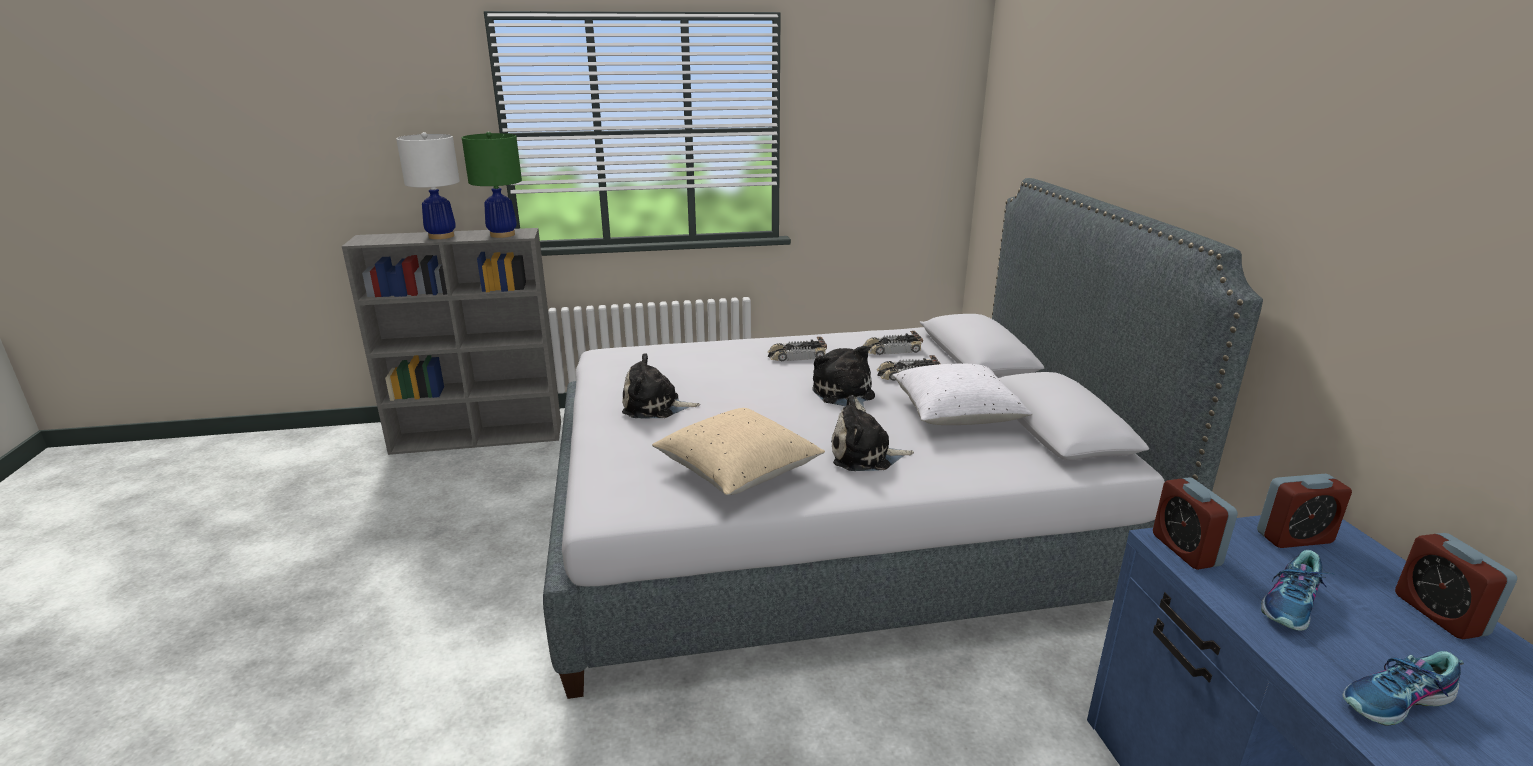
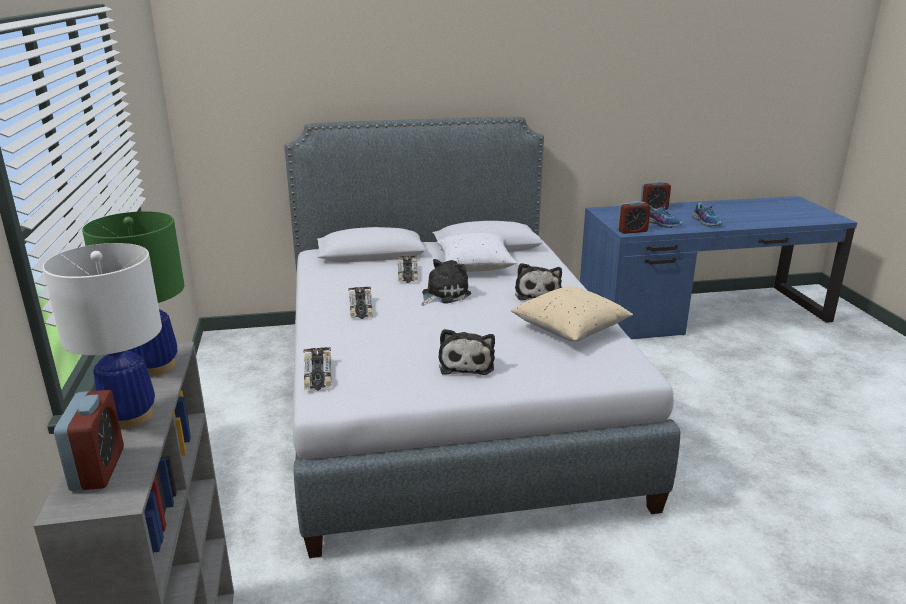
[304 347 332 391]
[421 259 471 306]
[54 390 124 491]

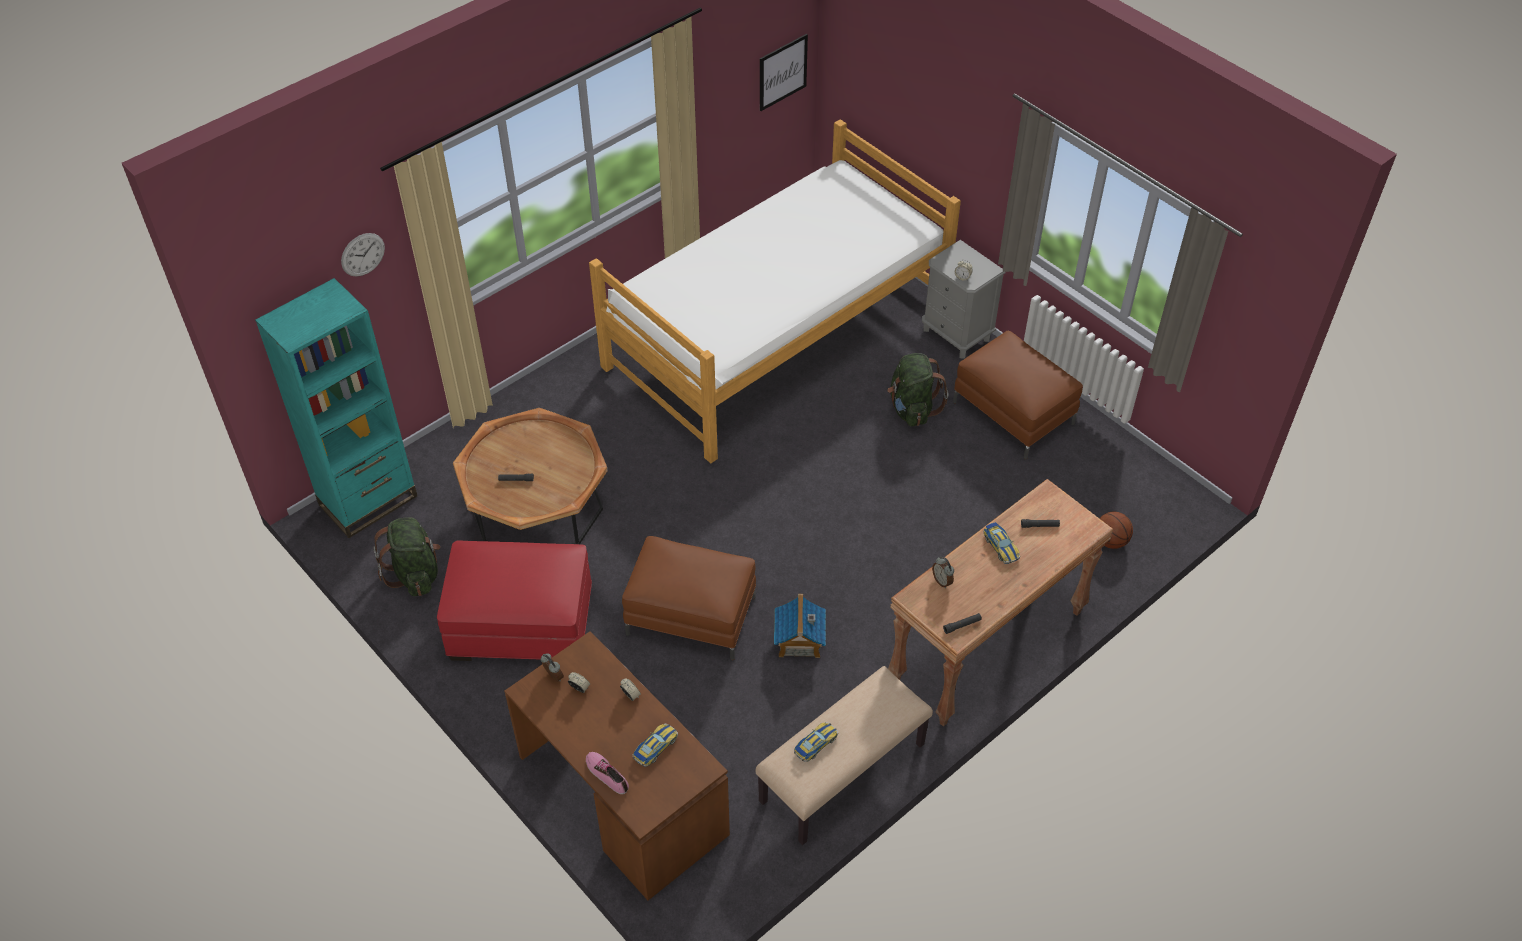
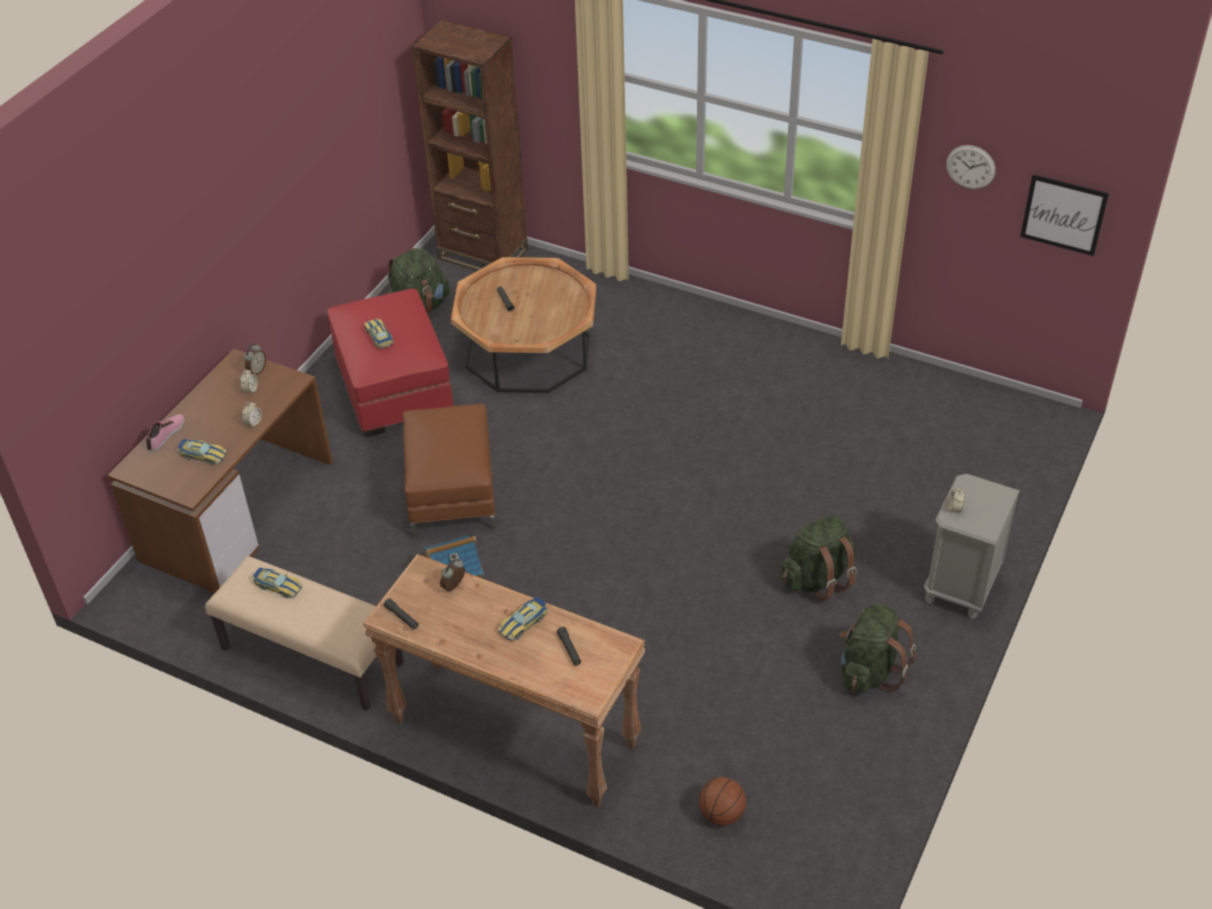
[589 119 961 463] (first image)
[946 145 995 189]
[412 20 528 271]
[840 603 916 694]
[364 319 394 349]

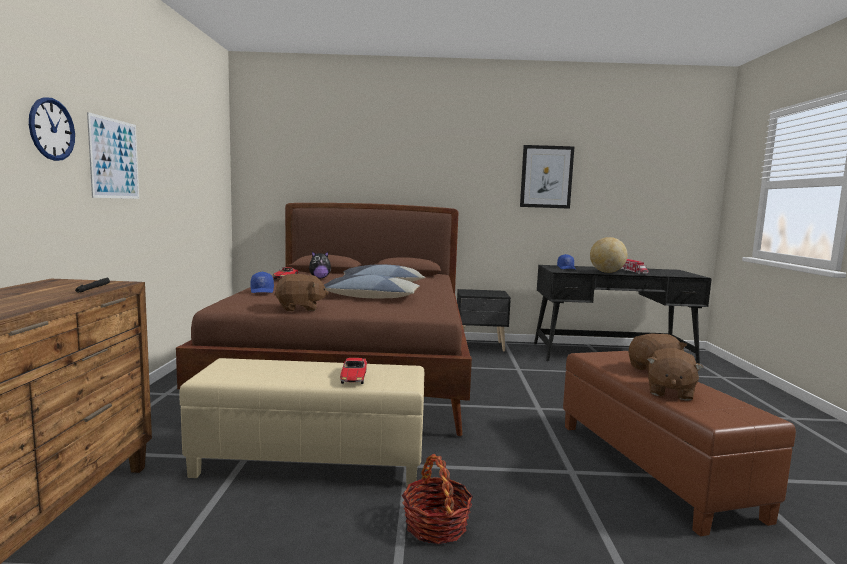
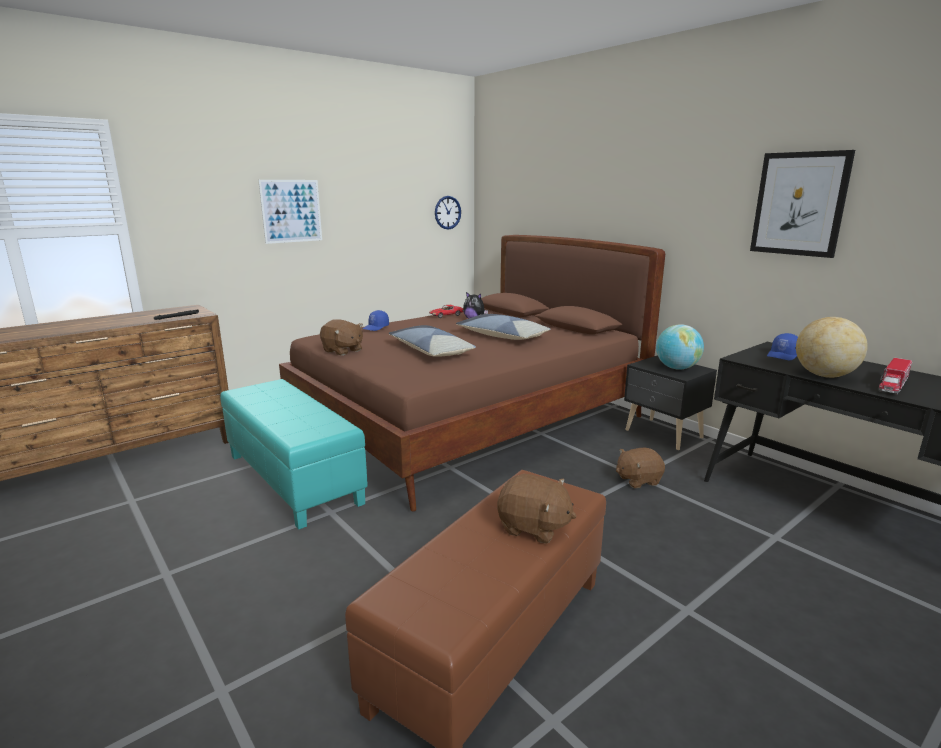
[435 196 461 230]
[616 448 665 488]
[220 379 368 529]
[340 358 367 384] (first image)
[402 454 473 544] (first image)
[656 324 704 370]

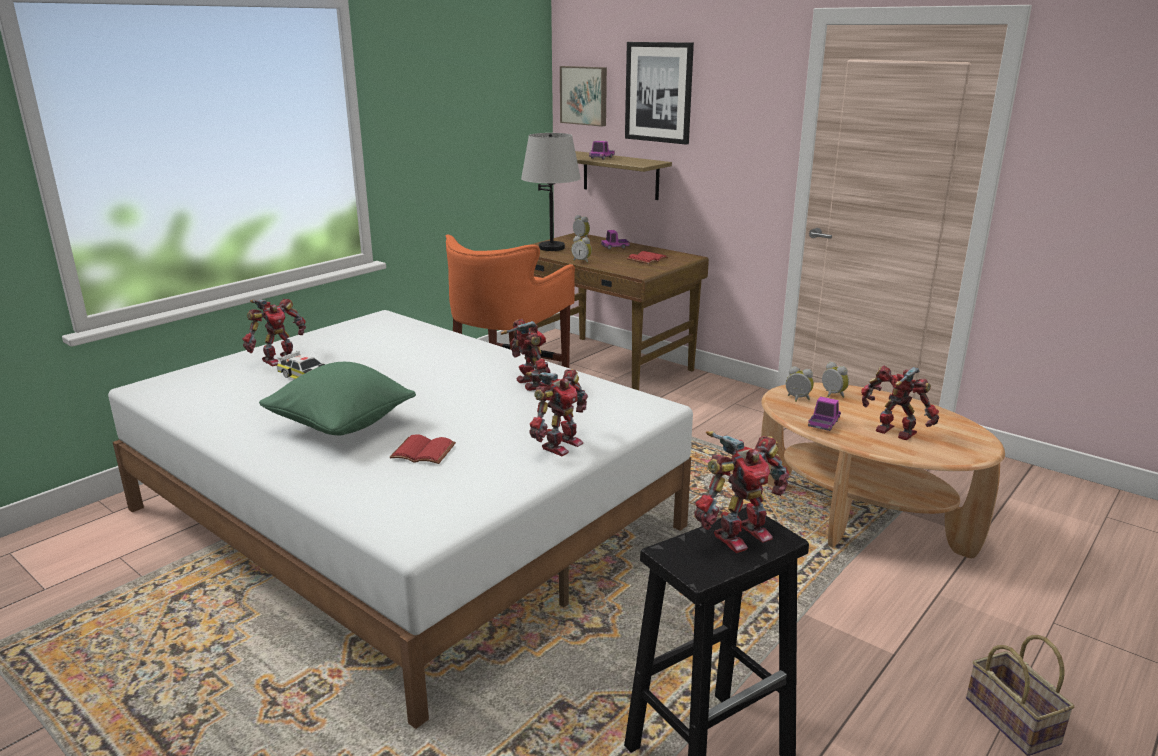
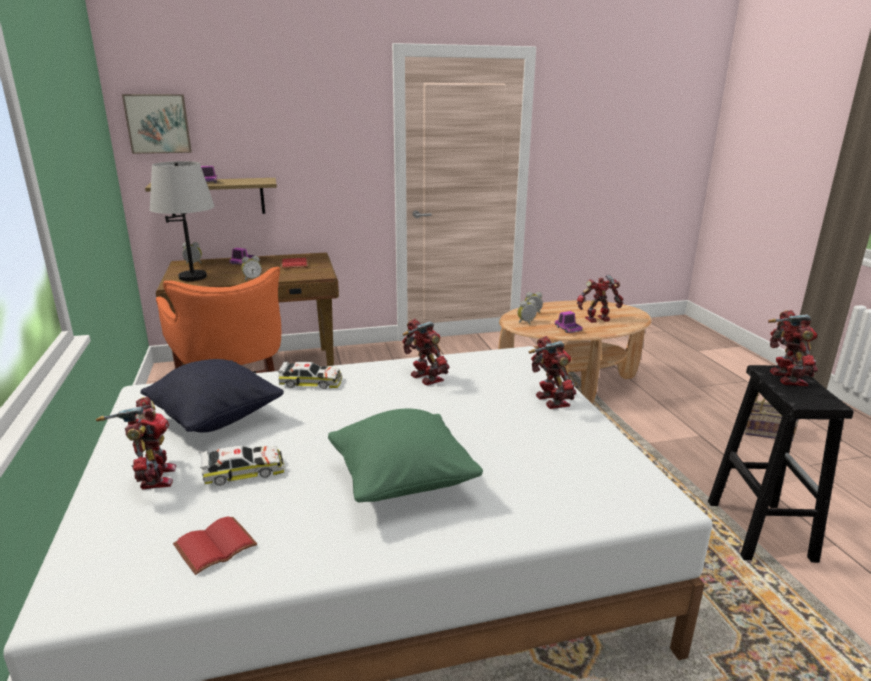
[625 42 694 145] (first image)
[402 319 450 385]
[173 516 257 575]
[140 359 284 432]
[277 361 342 389]

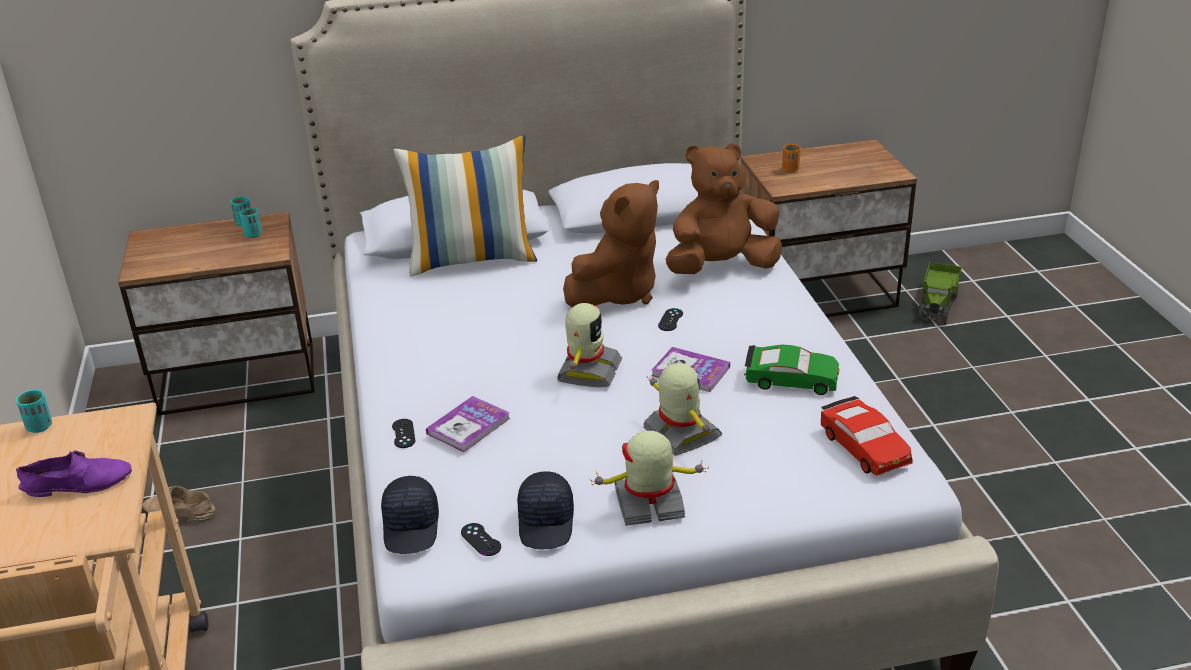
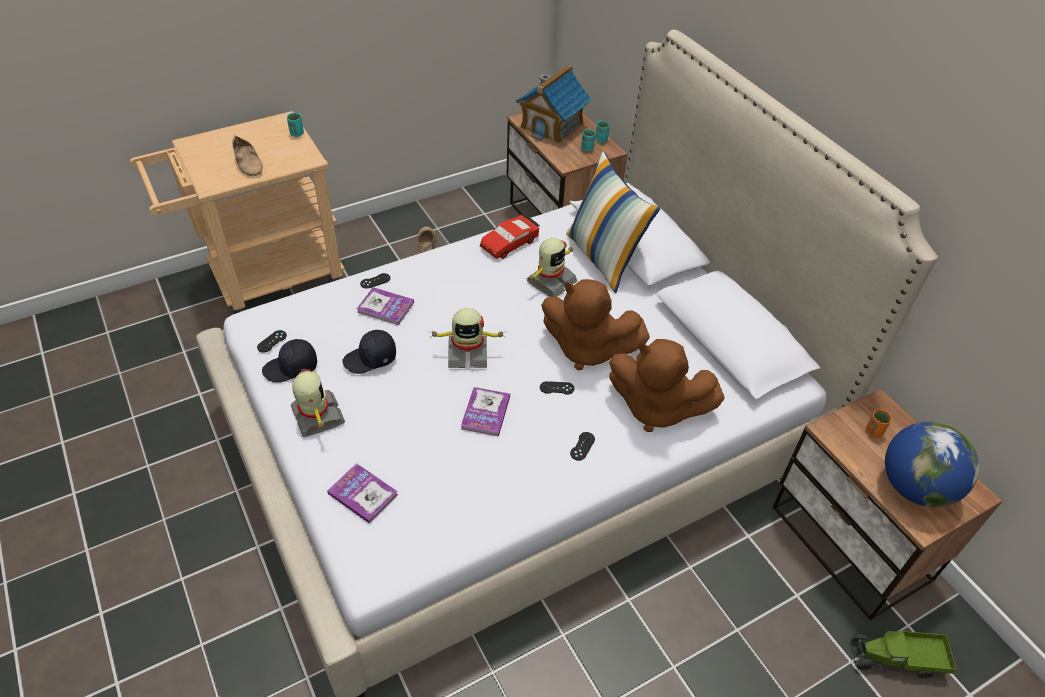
[609 339 725 432]
[744 344 839 395] (first image)
[526 238 577 297]
[480 214 540 259]
[232 135 263 176]
[342 330 396 374]
[516 65 592 144]
[885 422 979 507]
[570 432 595 461]
[327 463 398 524]

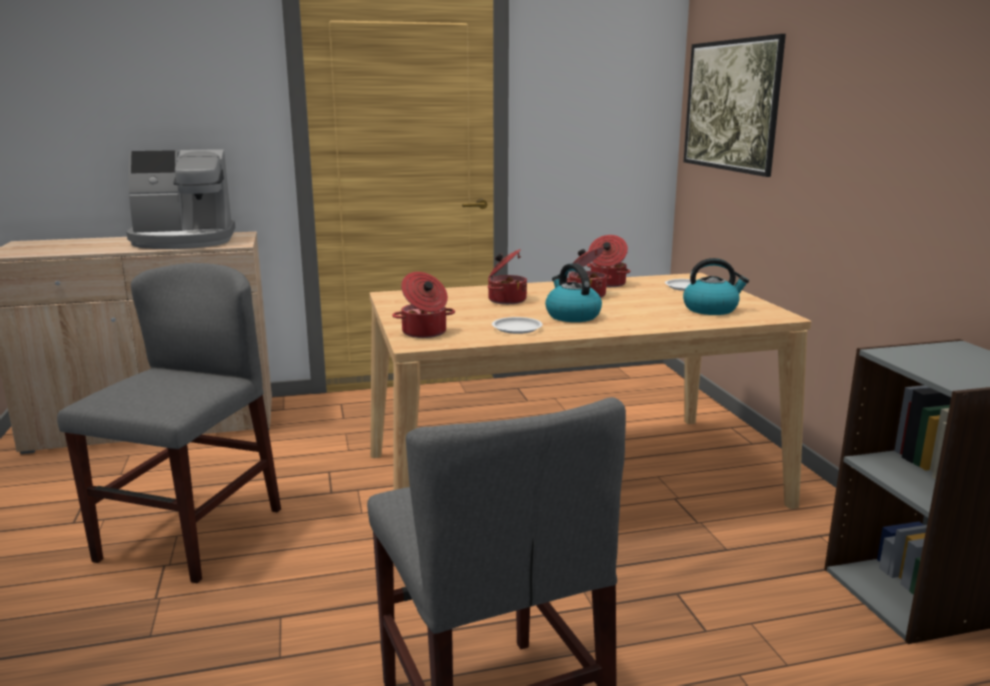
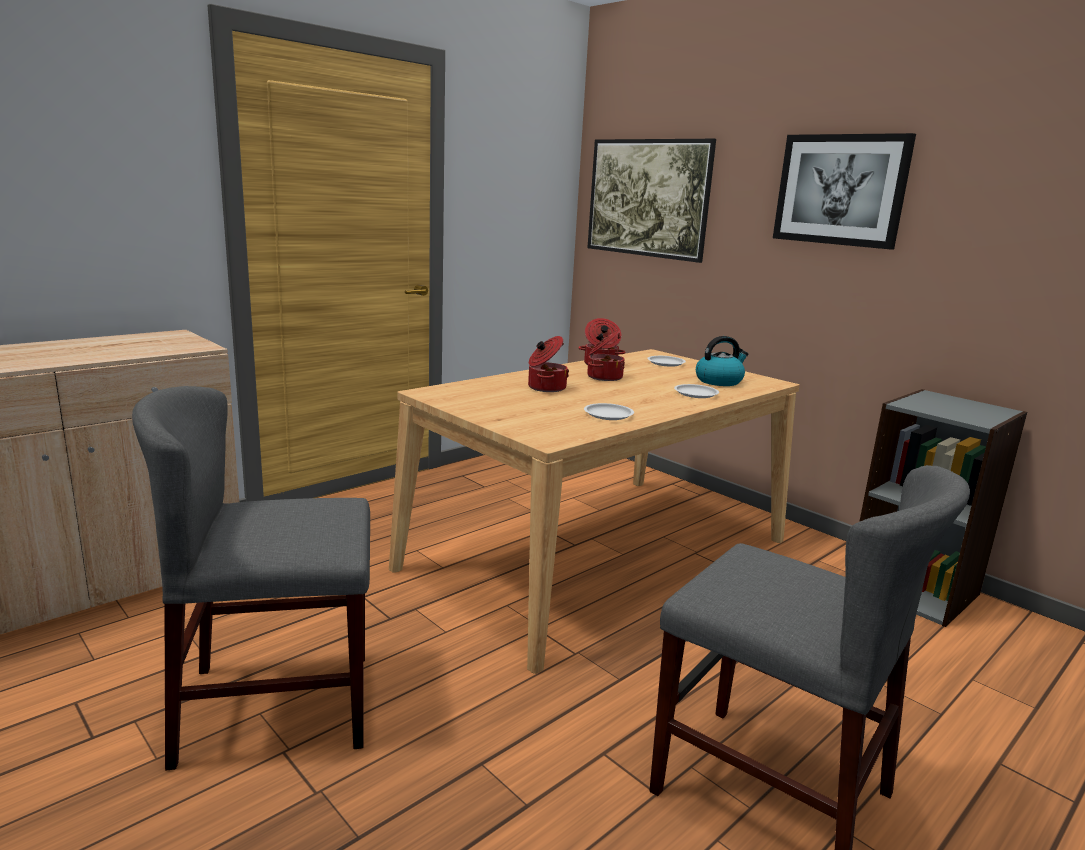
[126 149 235 249] (first image)
[132 386 370 770]
[545 263 602 322] (first image)
[392 272 455 338] (first image)
[773 133 916 250]
[674 384 719 398]

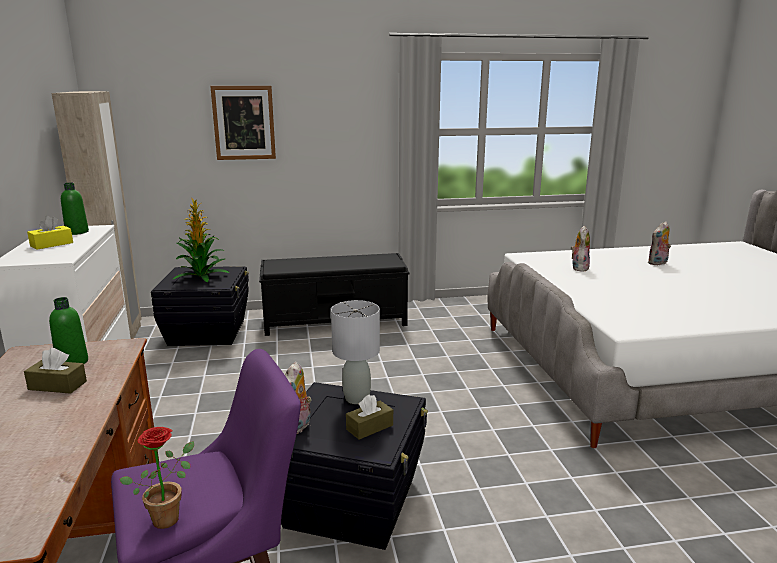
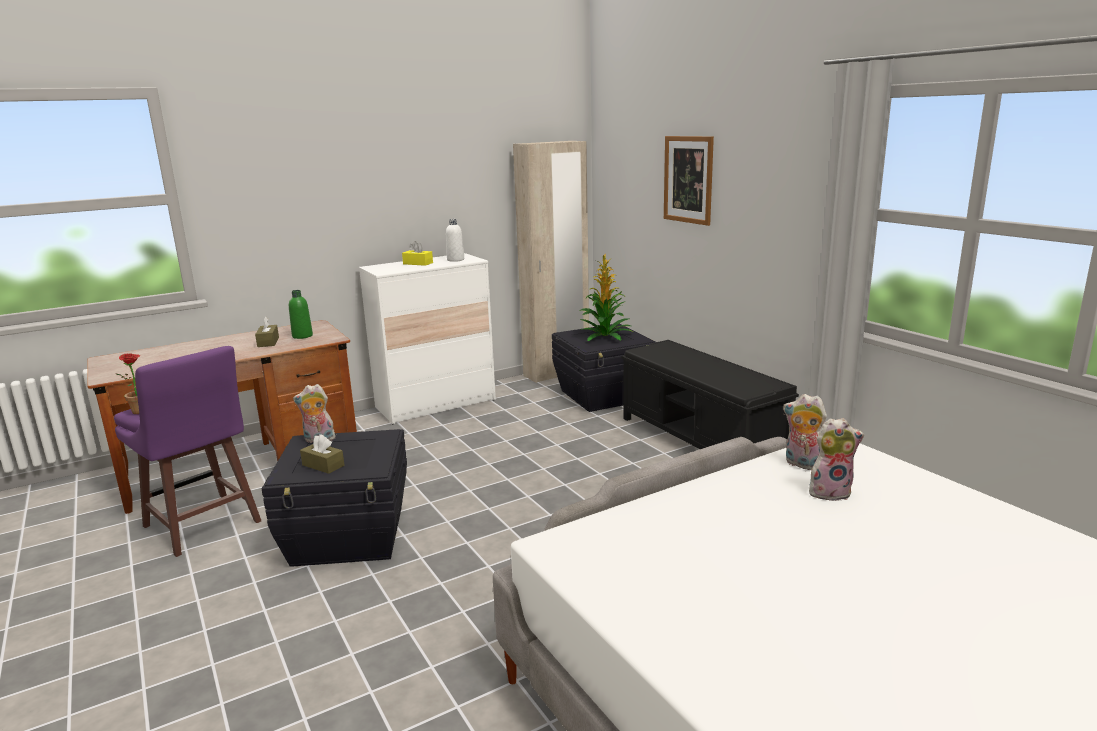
[446 219 464 262]
[783 394 827 470]
[331 300 380 404] (first image)

